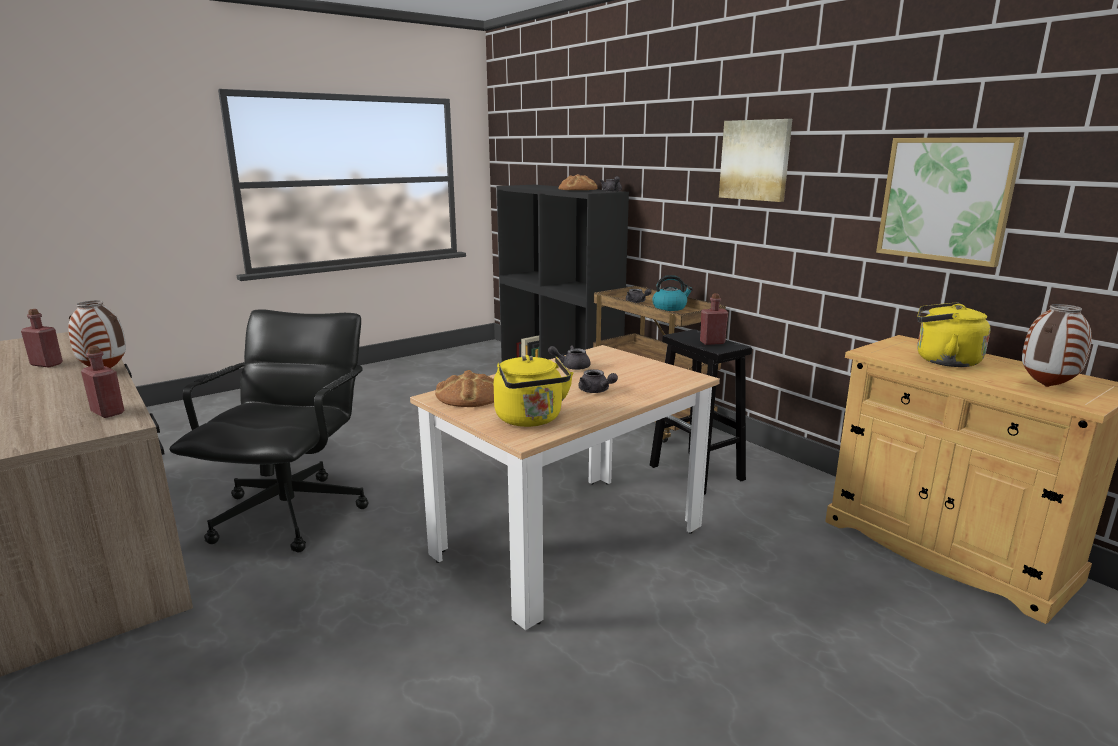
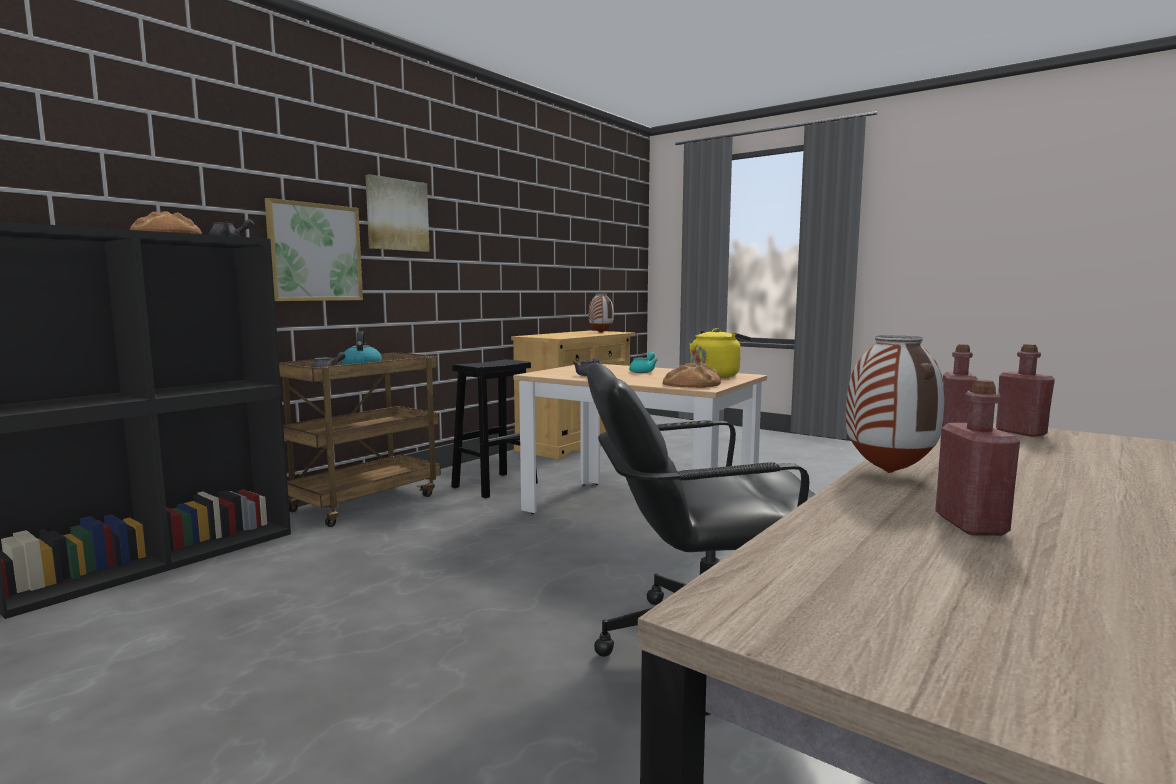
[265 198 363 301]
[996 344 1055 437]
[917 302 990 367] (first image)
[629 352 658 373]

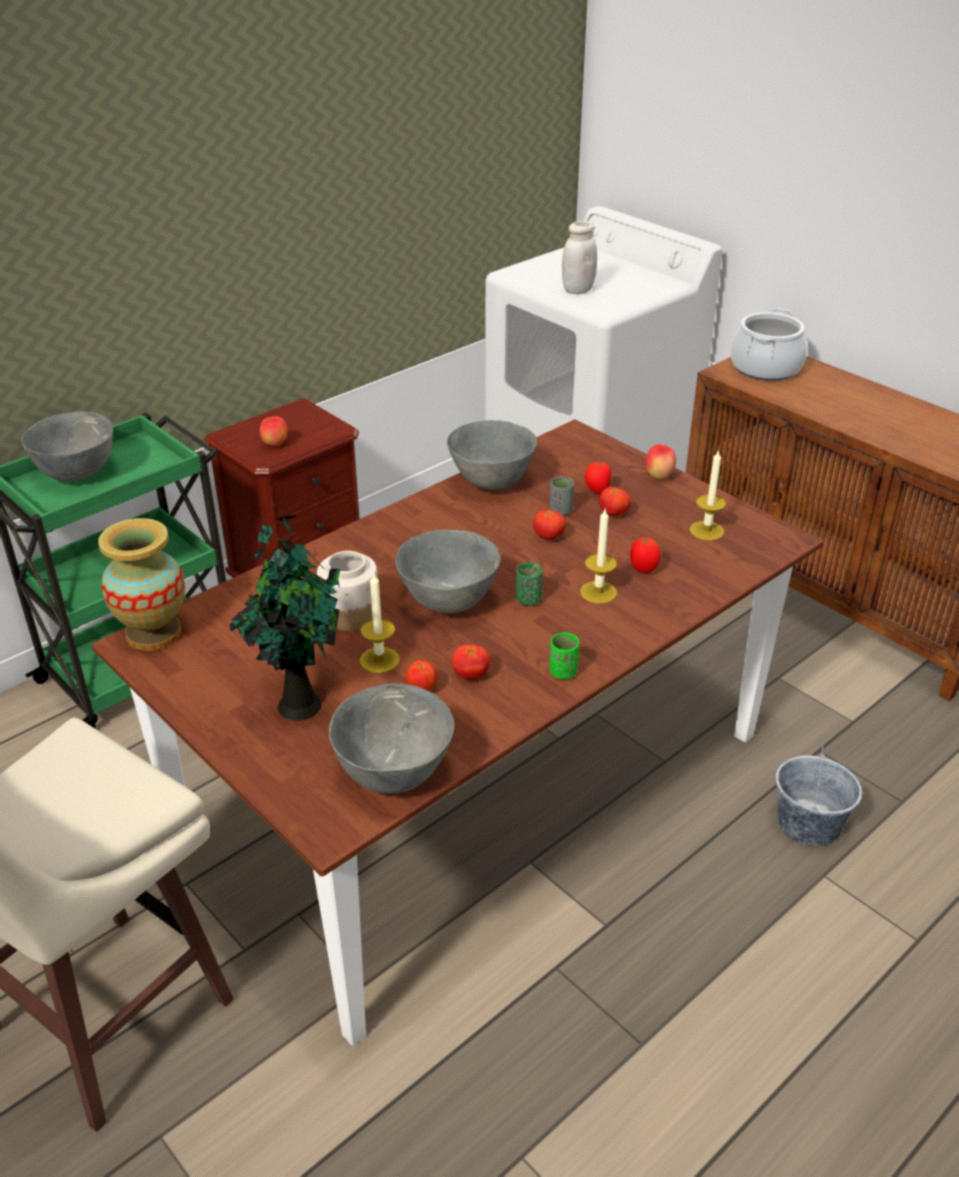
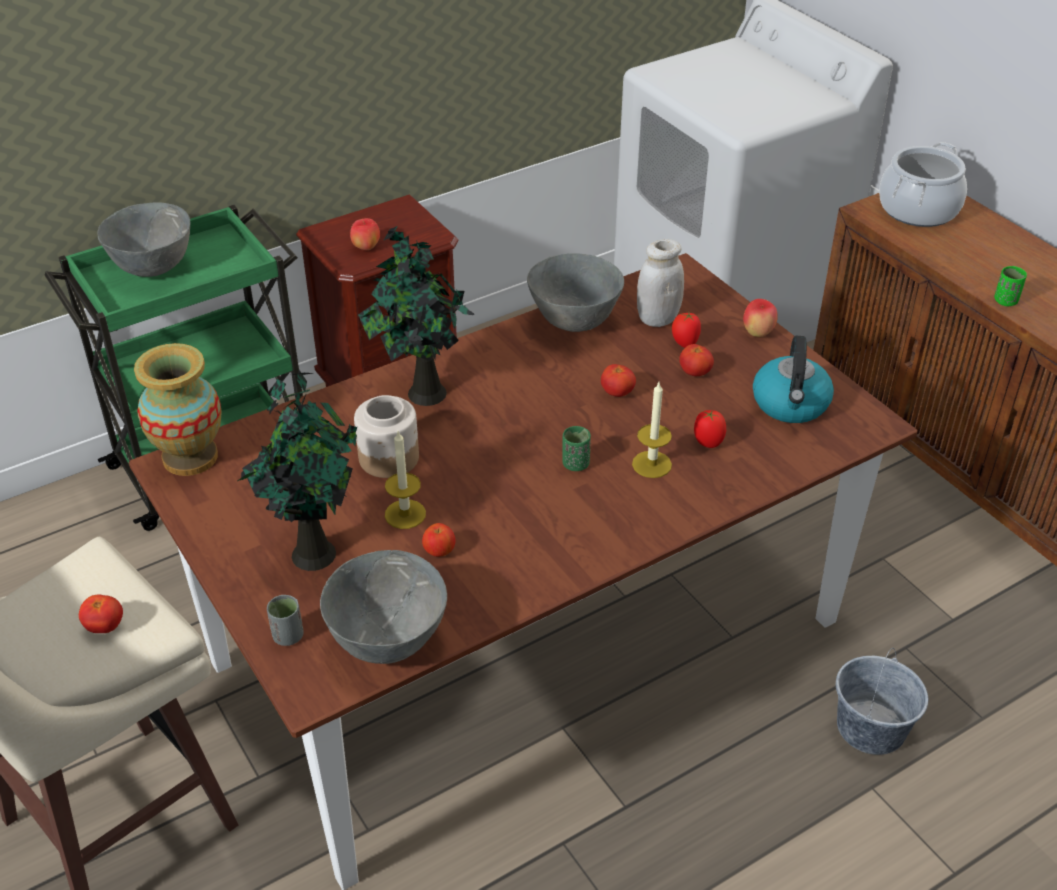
[637 239 684 327]
[753 336 834 423]
[267 595 304 646]
[396 529 501 613] (first image)
[994 266 1027 306]
[79 595 123 633]
[358 226 474 406]

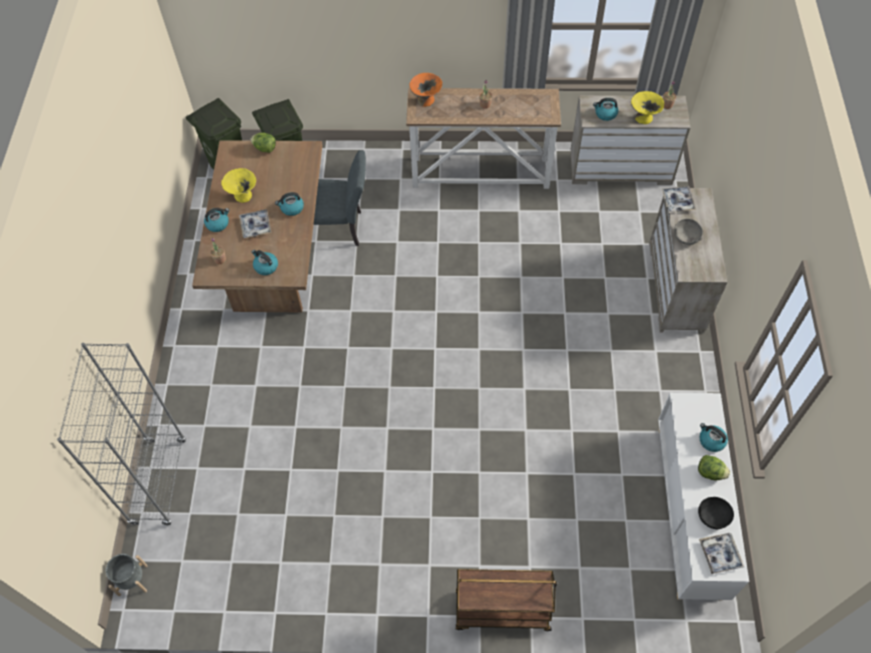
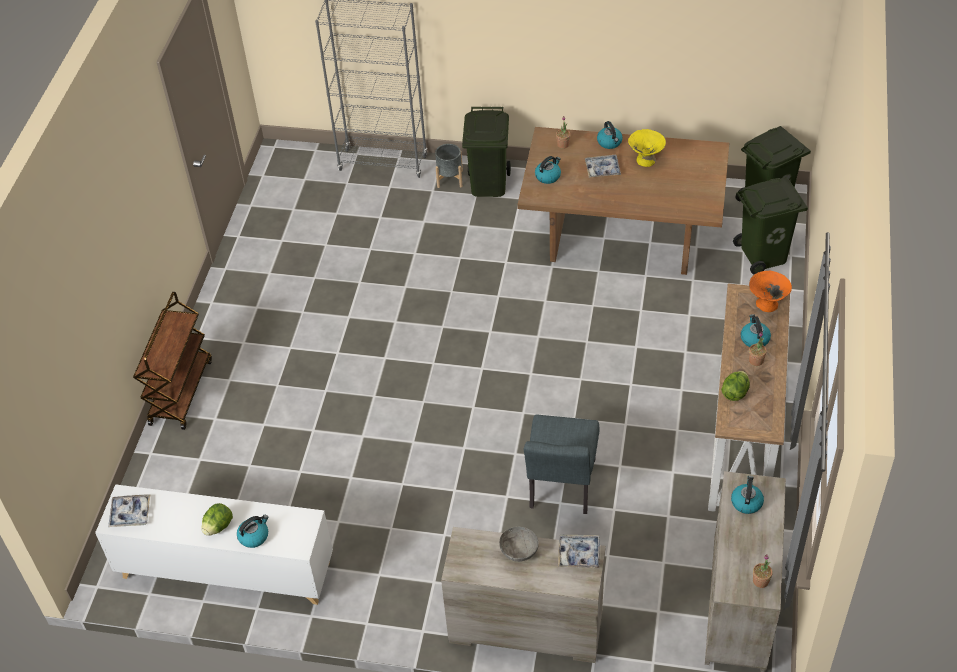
[631 91 664 124] (first image)
[721 371 750 401]
[524 414 600 514]
[741 314 771 347]
[698 497 734 529] (first image)
[435 144 463 188]
[462 107 511 197]

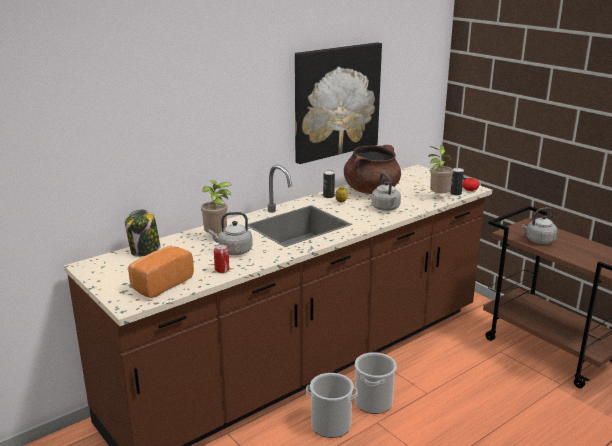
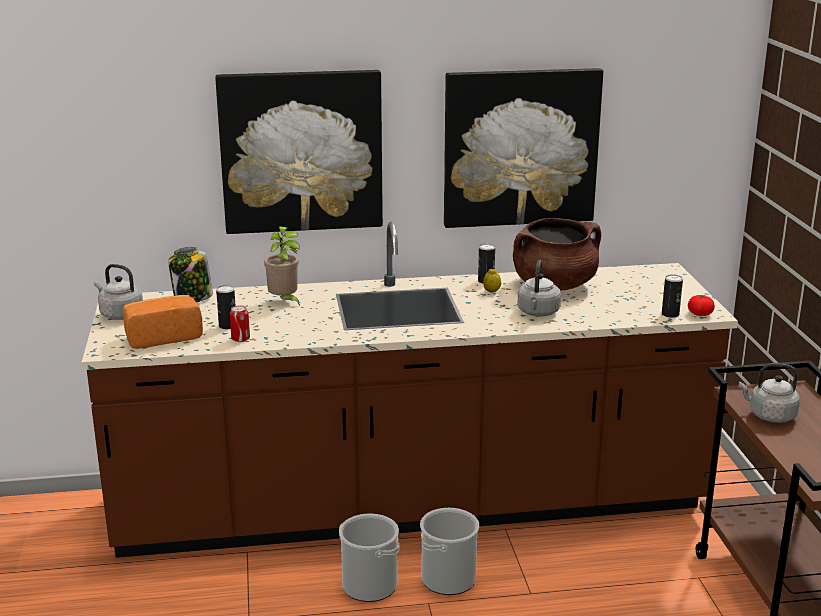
[427 145 453 194] (first image)
[94 264 143 320]
[215 70 383 234]
[216 285 236 329]

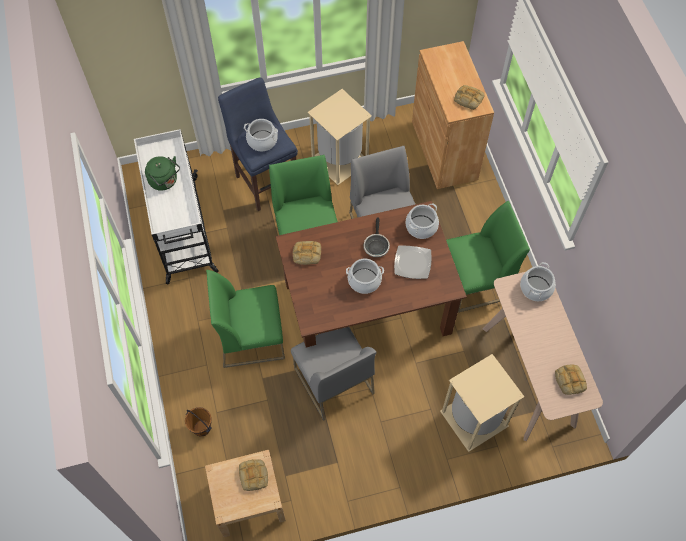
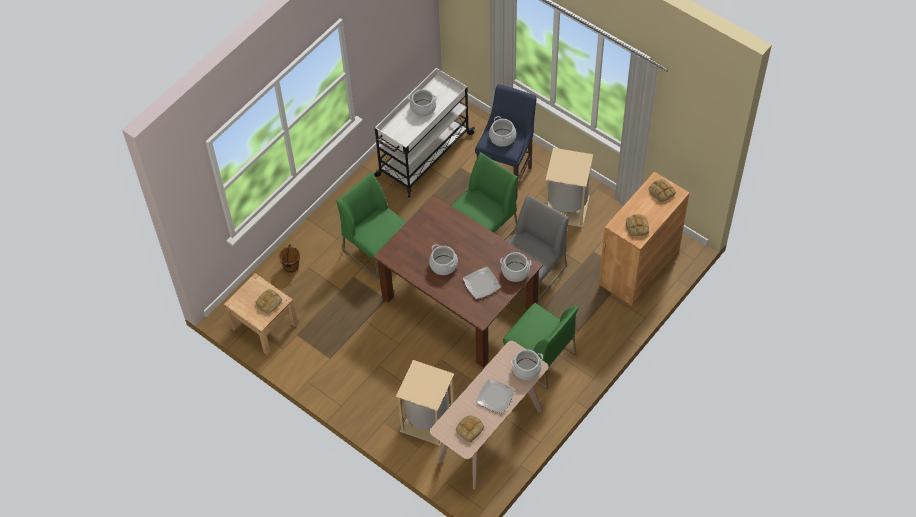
[408 89 437 117]
[364 217 390 257] (first image)
[648 179 676 202]
[291 327 376 421] (first image)
[476 379 515 413]

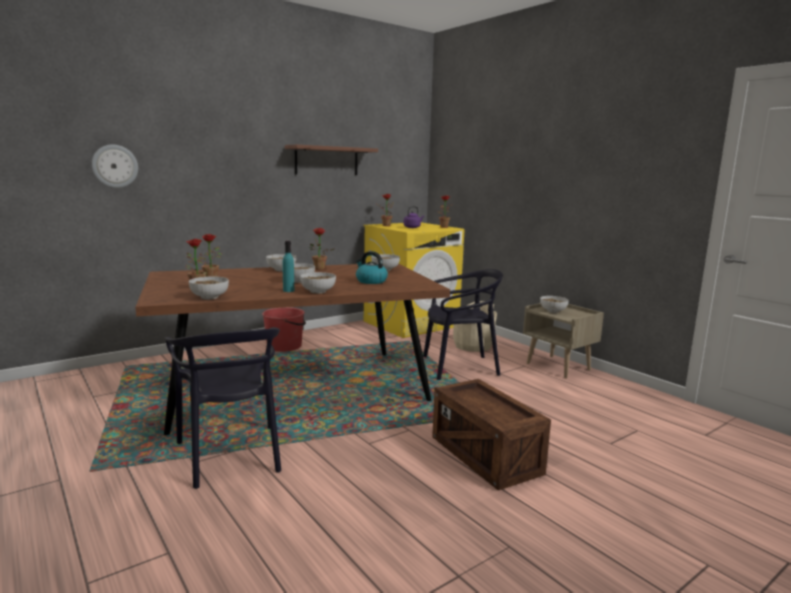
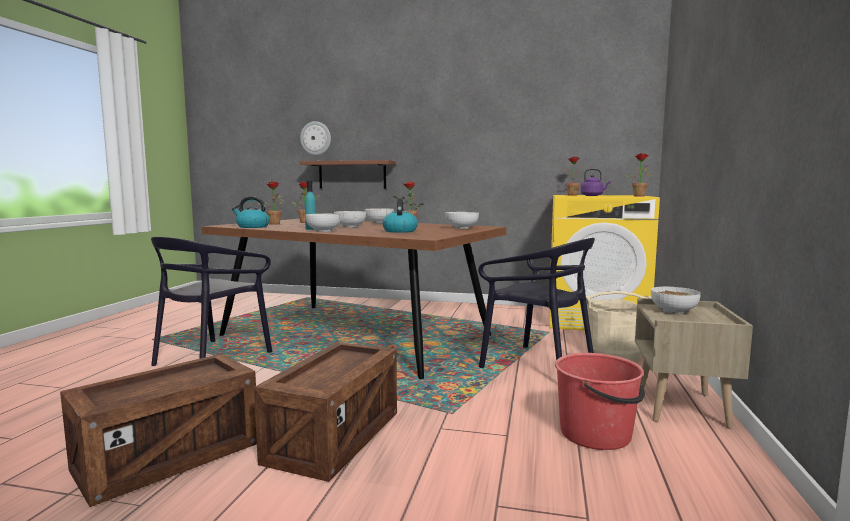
[300 160 396 189]
[232 196 269 228]
[555 353 645 450]
[60 354 257 507]

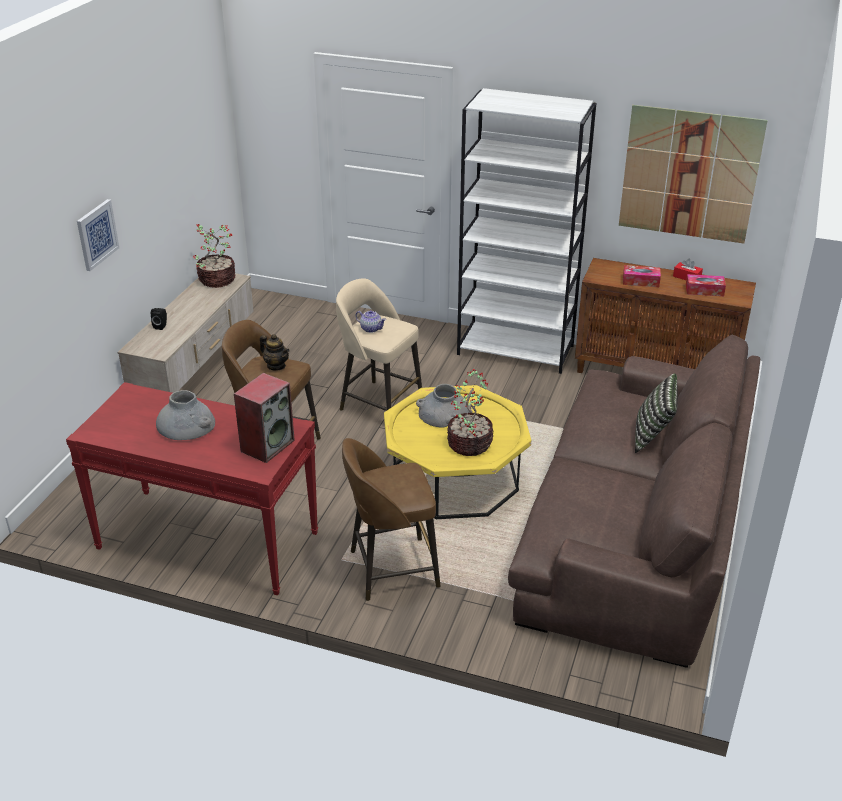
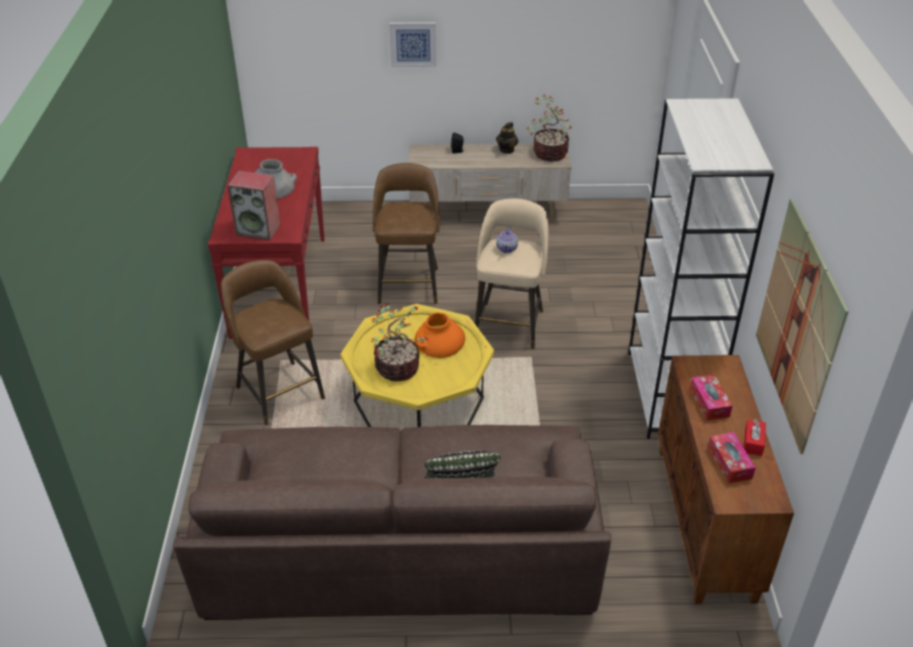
[496 122 518 154]
[414 312 465 358]

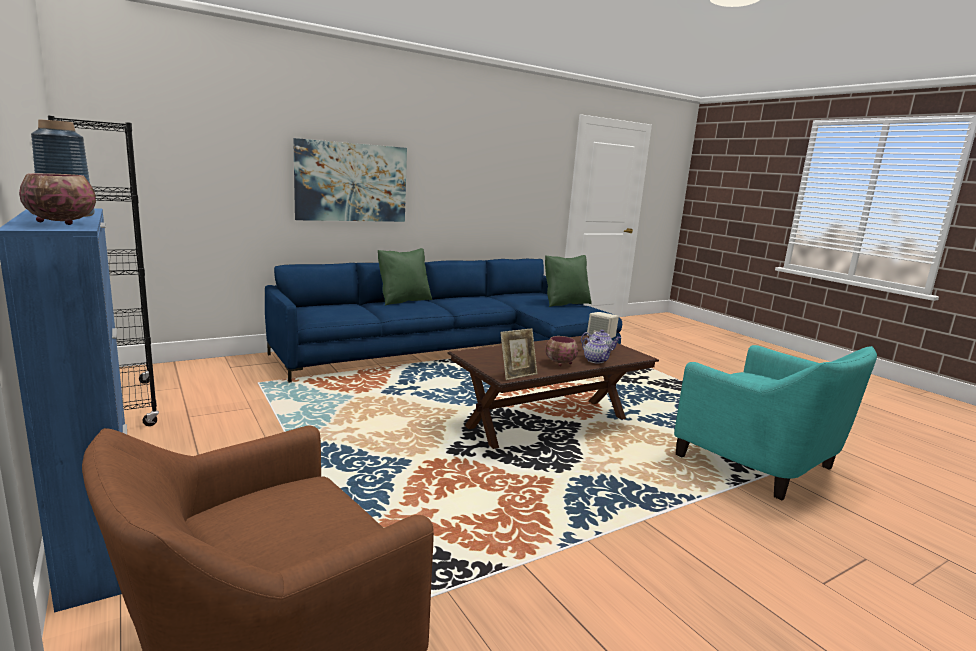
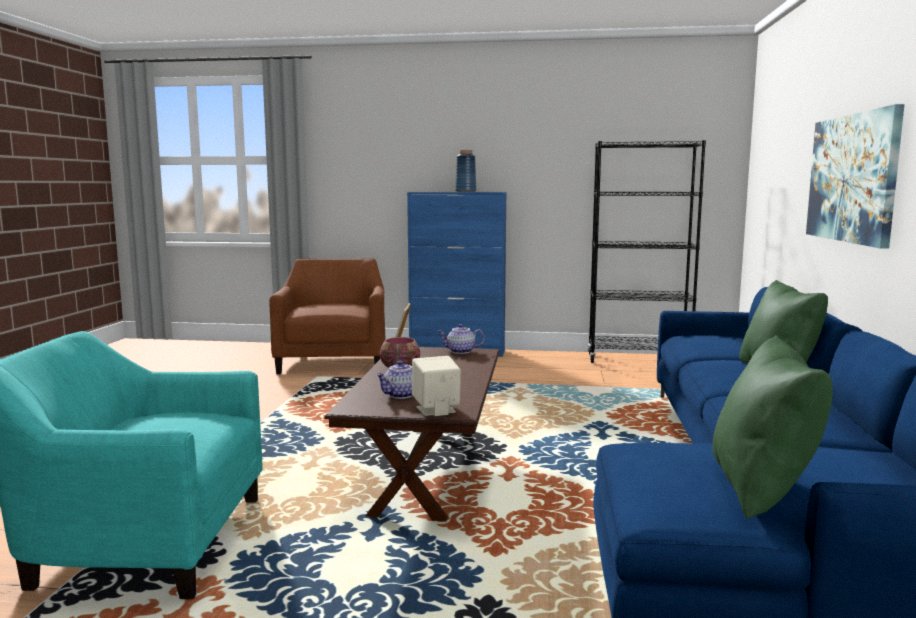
[19 173 96 225] (first image)
[438 324 485 354]

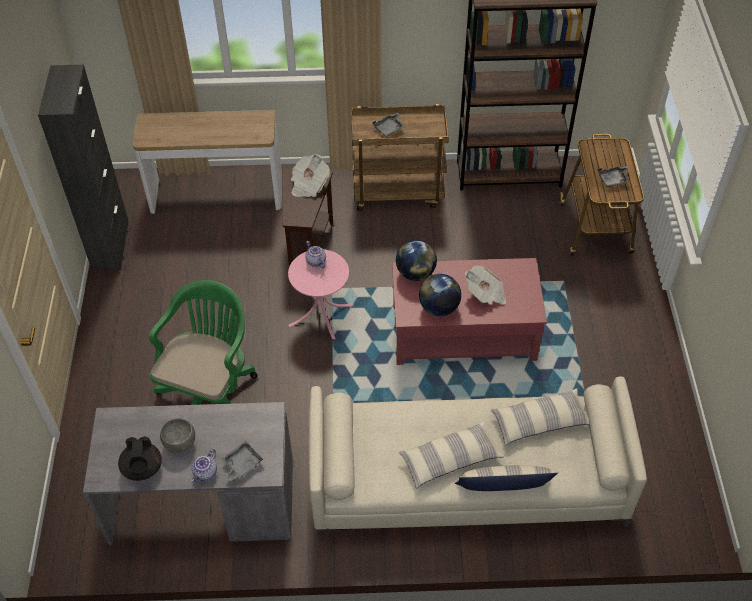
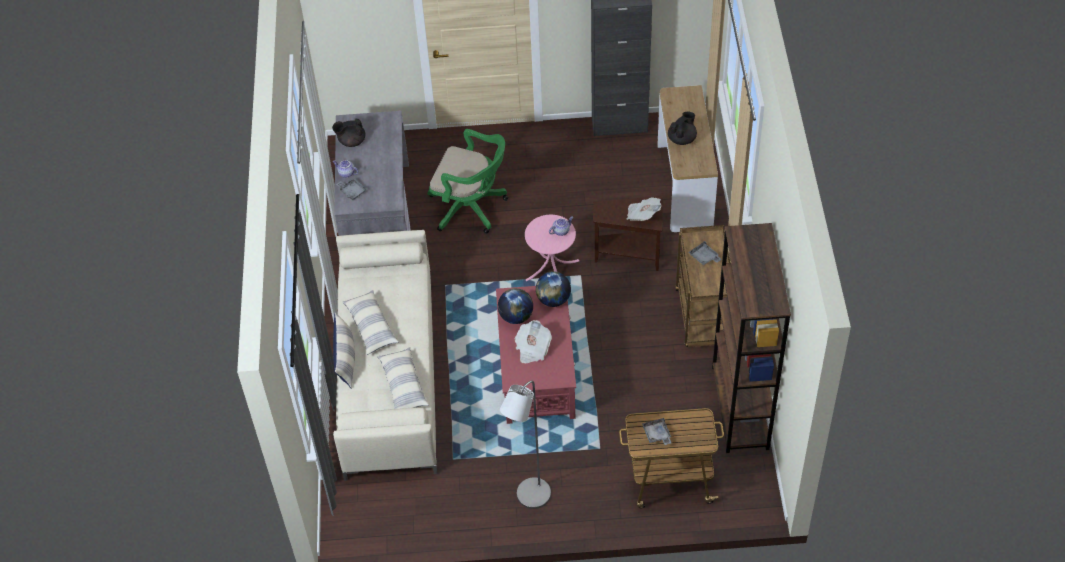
[160 418 195 453] (first image)
[668 112 697 145]
[500 380 551 509]

